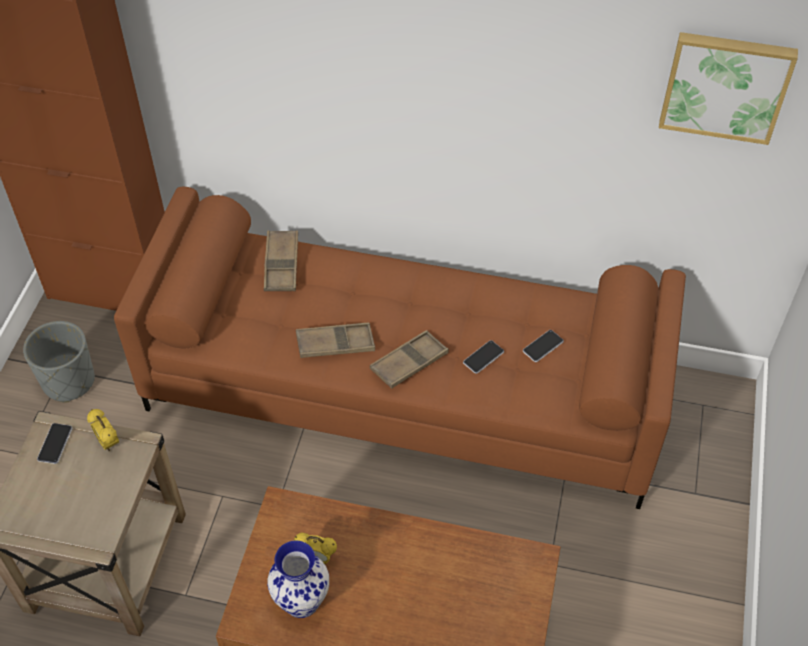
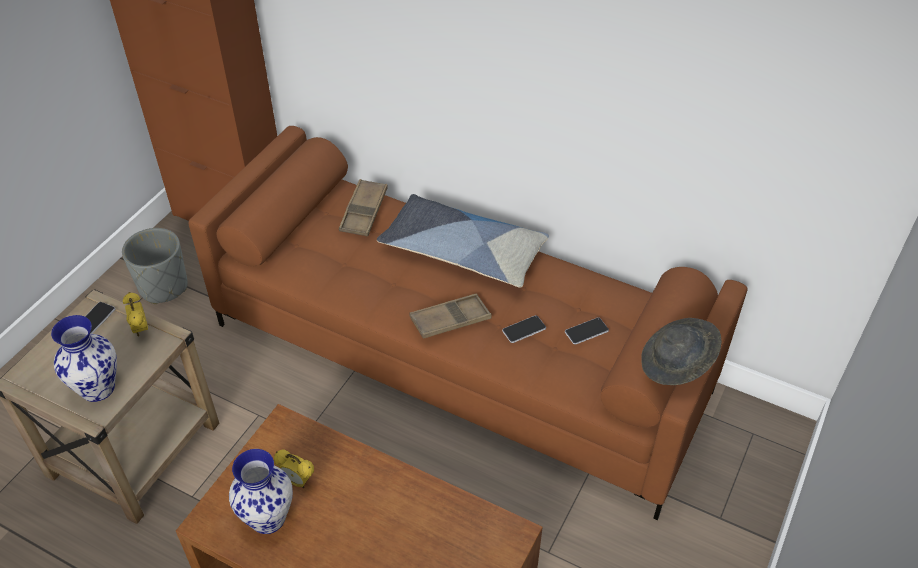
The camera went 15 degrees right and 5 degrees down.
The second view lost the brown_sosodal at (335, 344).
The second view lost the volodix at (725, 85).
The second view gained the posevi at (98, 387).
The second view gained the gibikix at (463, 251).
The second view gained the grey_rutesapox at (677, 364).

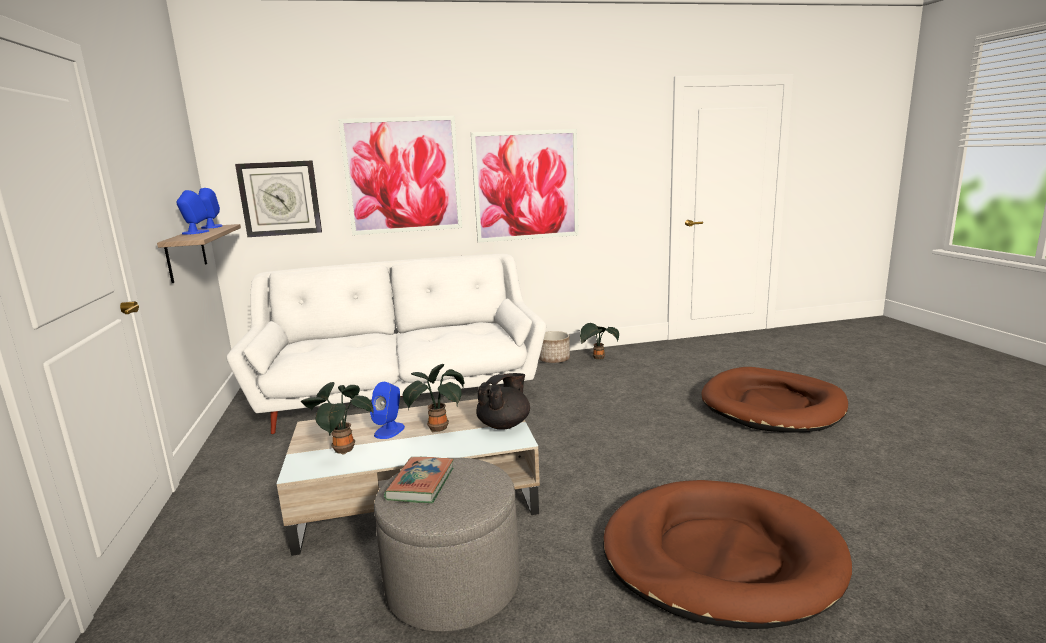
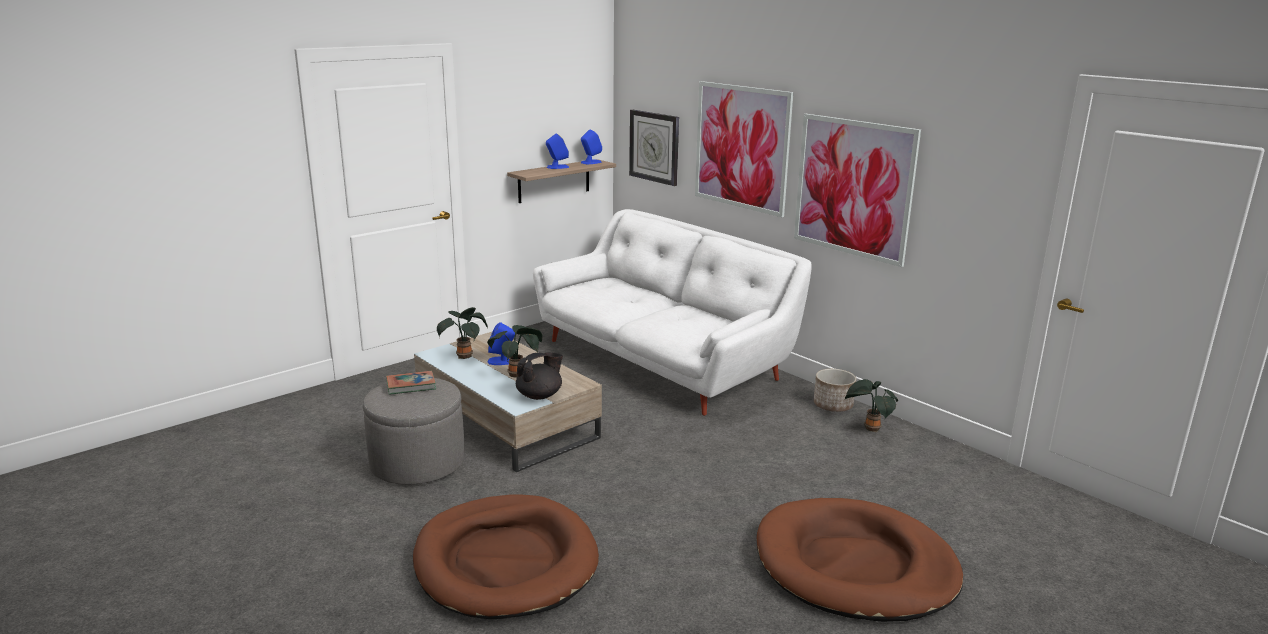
The camera went 60 degrees right and 5 degrees up.
The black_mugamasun at (504, 424) ended up facing another way, 45 degrees counterclockwise from before.

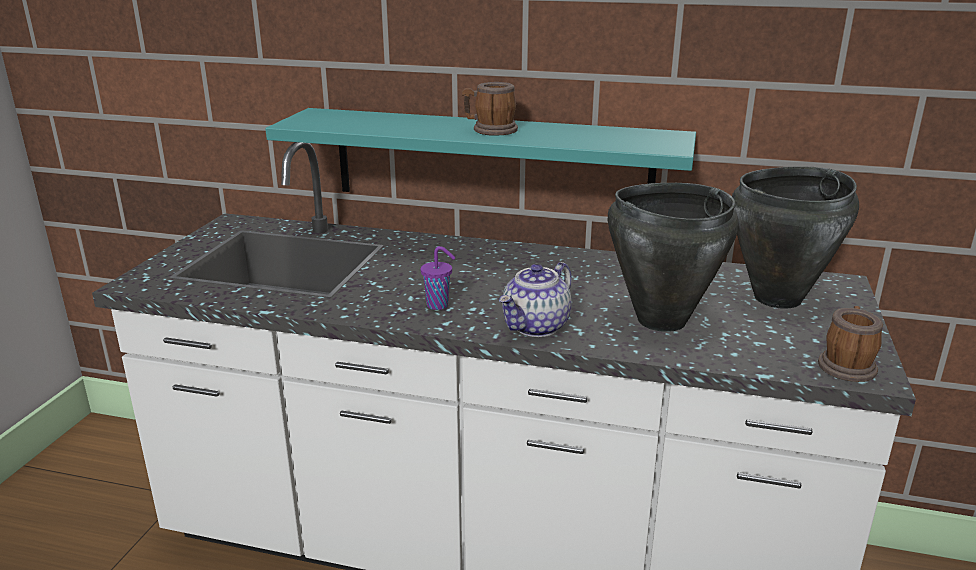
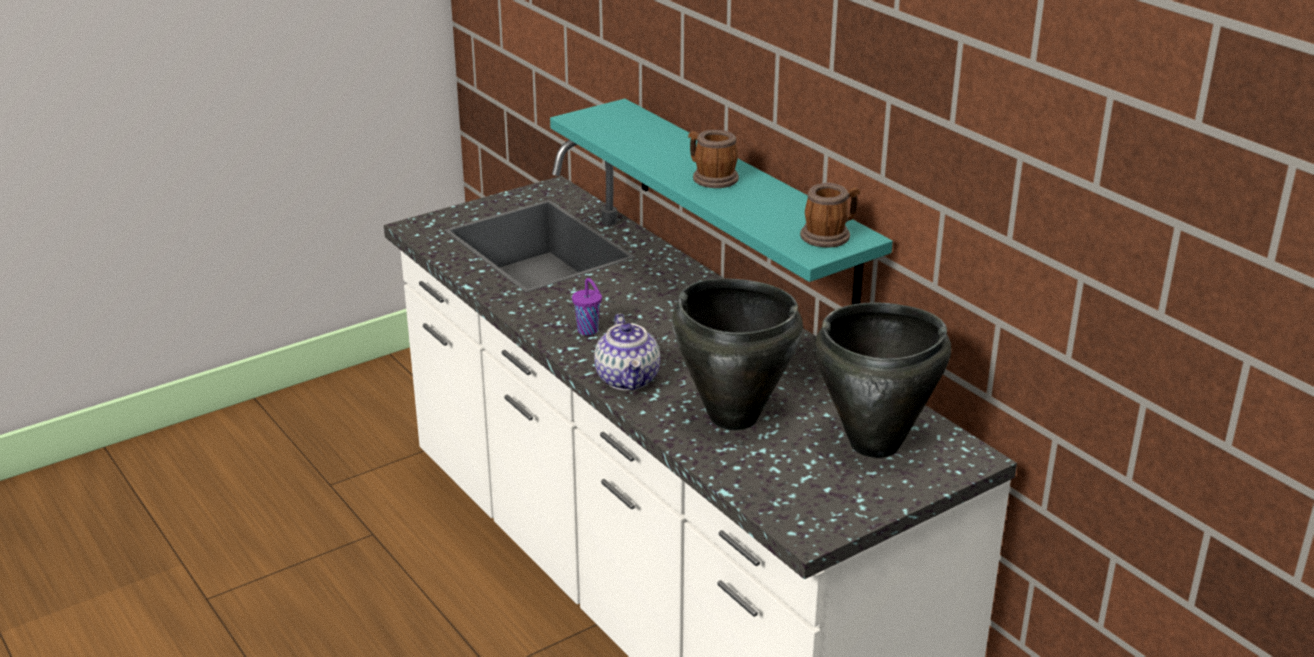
The camera went 40 degrees right and 5 degrees up.
The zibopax ended up elsewhere, having gone from (846, 364) to (830, 235).
The mugamasun at (536, 327) ended up facing another way, 90 degrees counterclockwise from before.

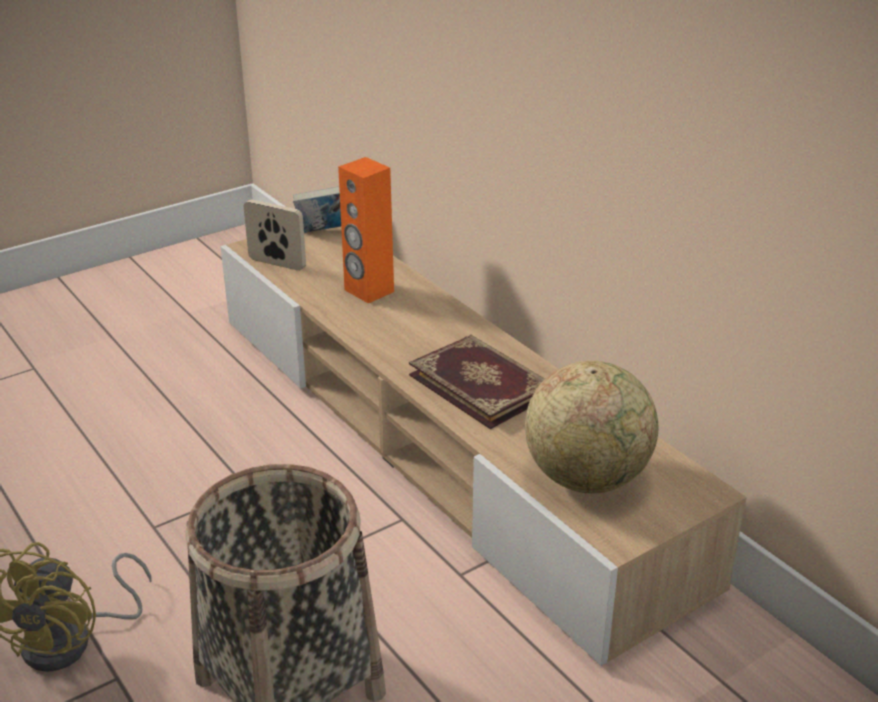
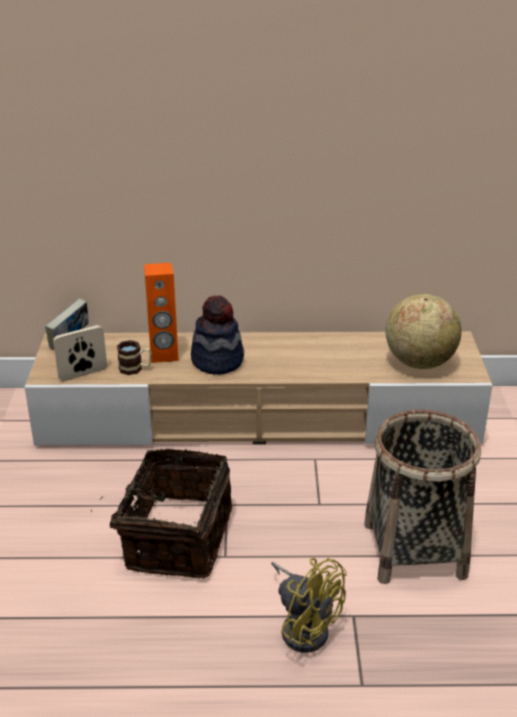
The camera went 55 degrees left and 0 degrees up.
The second view lost the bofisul at (482, 384).
The second view gained the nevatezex at (175, 537).
The second view gained the zibopax at (135, 368).
The second view gained the rutesapox at (217, 360).

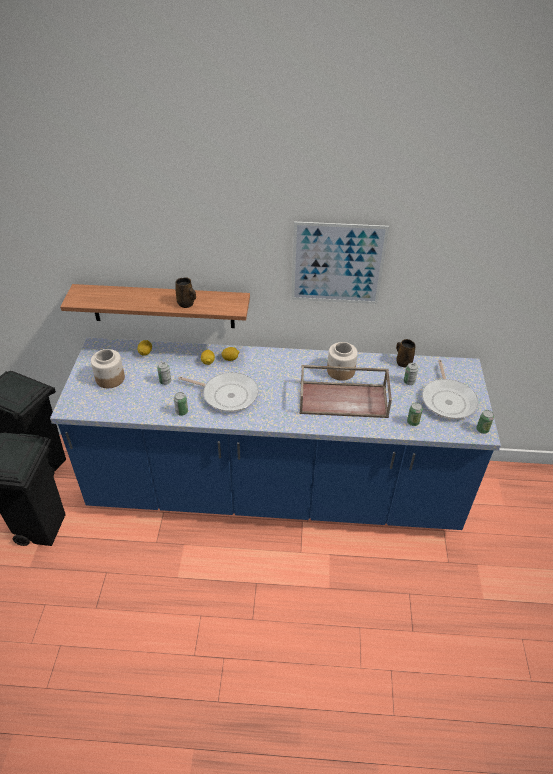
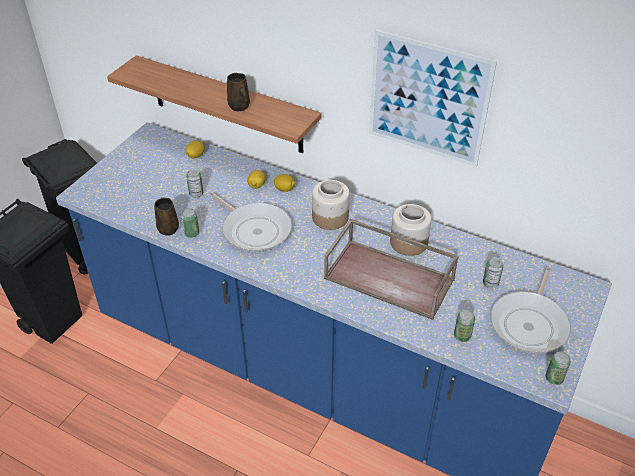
The camera went 25 degrees right and 0 degrees up.
The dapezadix ended up elsewhere, having gone from (110, 379) to (329, 217).
The brown_zibopax ended up elsewhere, having gone from (403, 362) to (168, 228).

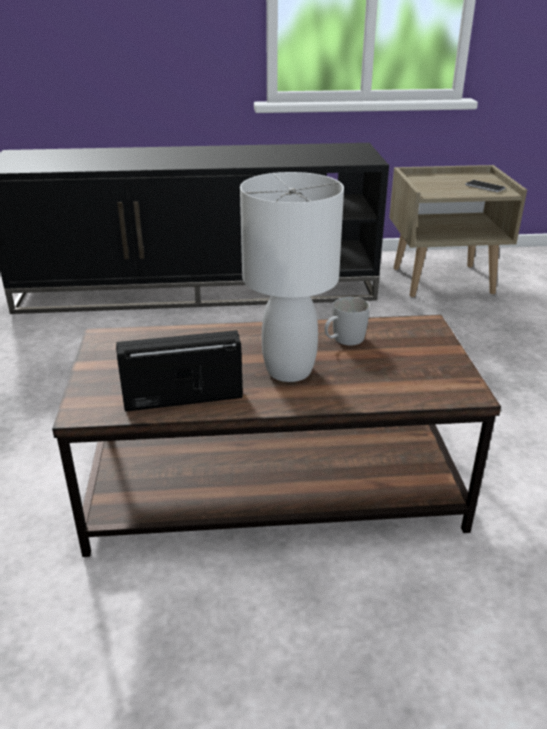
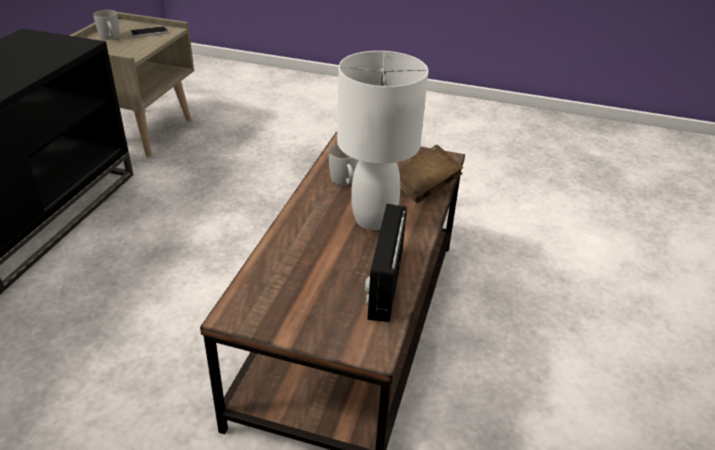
The camera went 70 degrees left and 5 degrees up.
The second view gained the white_zibopax at (110, 38).
The second view gained the brown_bofisul at (425, 187).

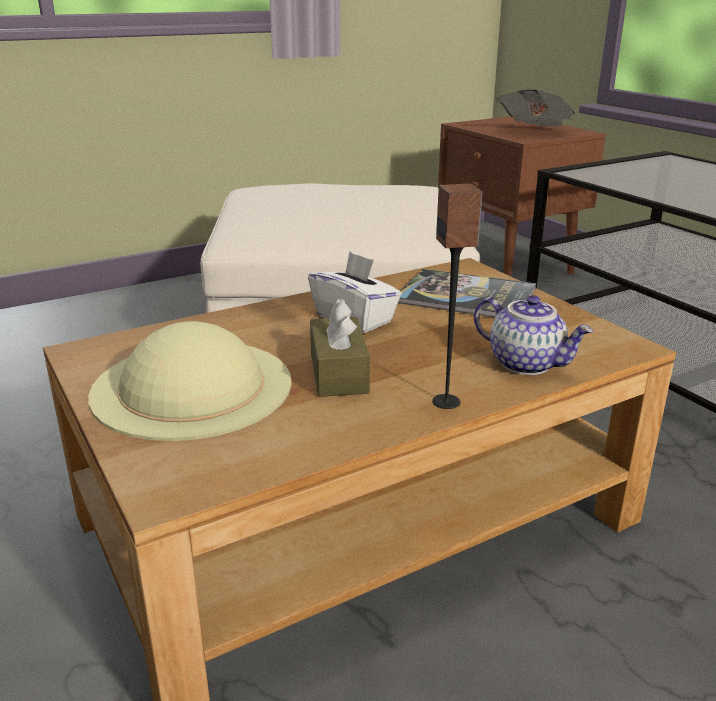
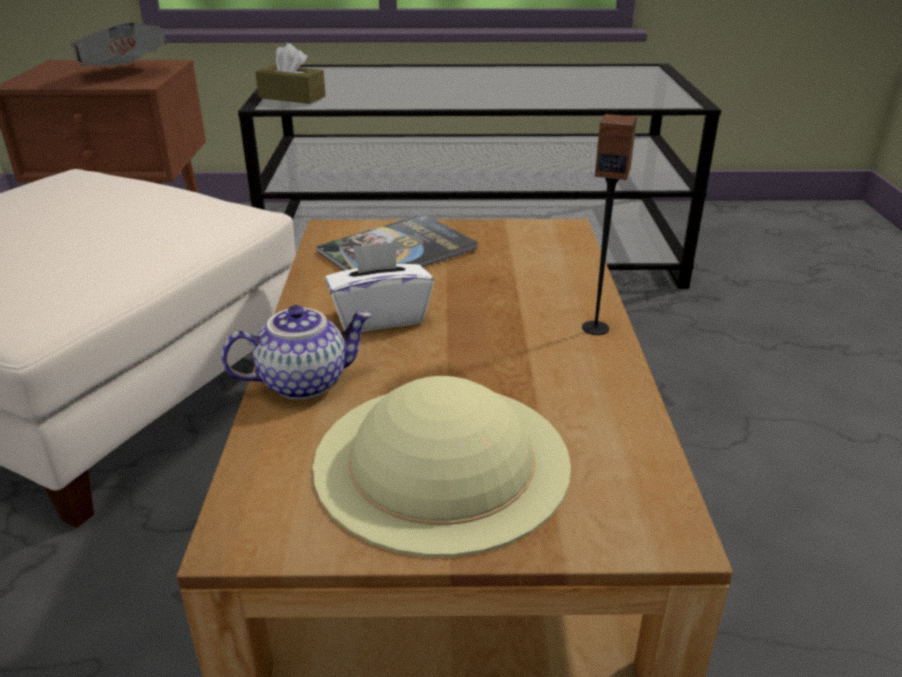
The camera went 60 degrees left and 5 degrees up.
The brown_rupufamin ended up elsewhere, having gone from (338, 373) to (292, 97).
The mugamasun ended up elsewhere, having gone from (527, 363) to (304, 381).

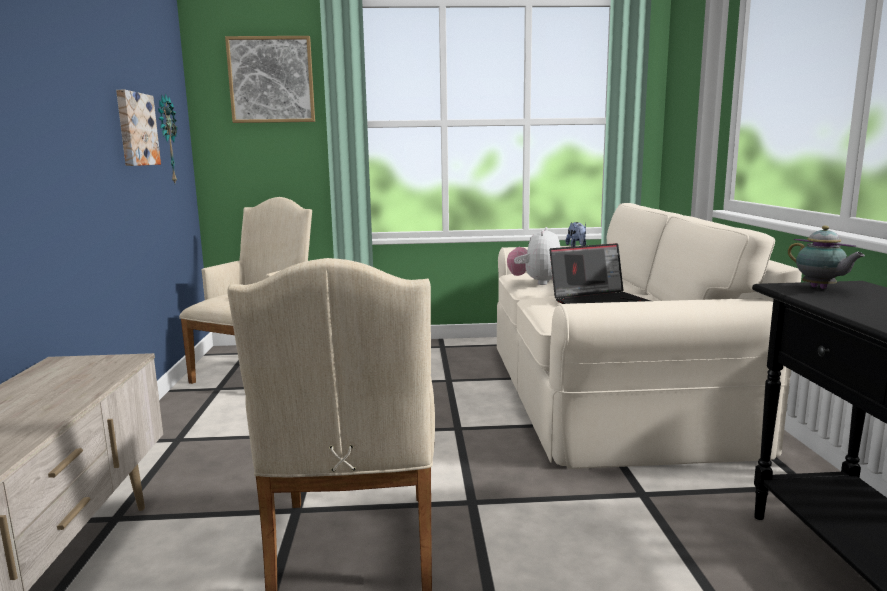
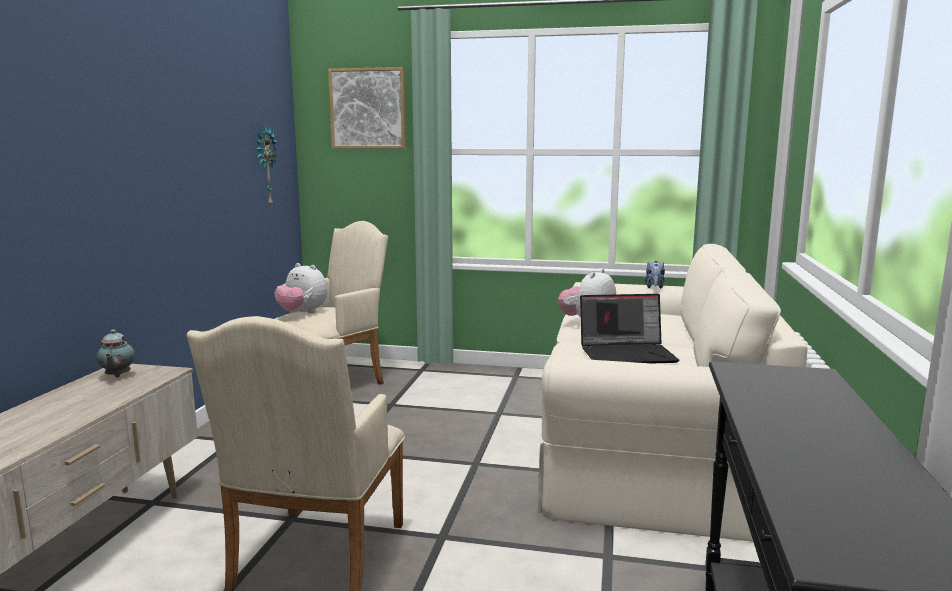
The camera went 15 degrees right and 0 degrees up.
The second view lost the volodix at (135, 129).
The second view gained the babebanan at (302, 313).
The mugamasun ended up elsewhere, having gone from (820, 288) to (117, 376).

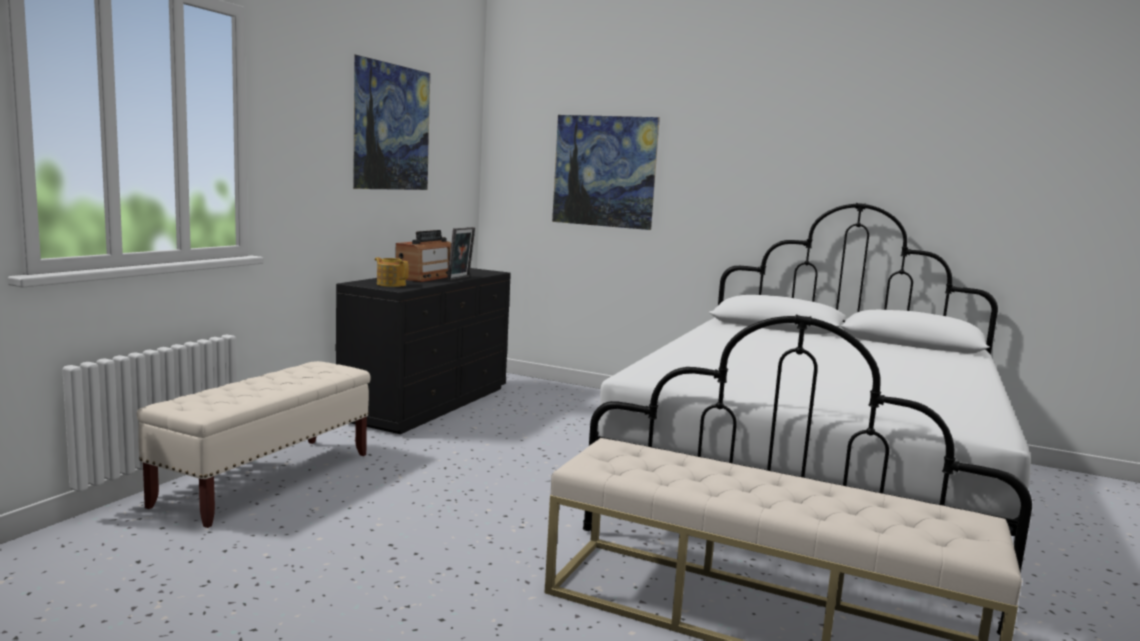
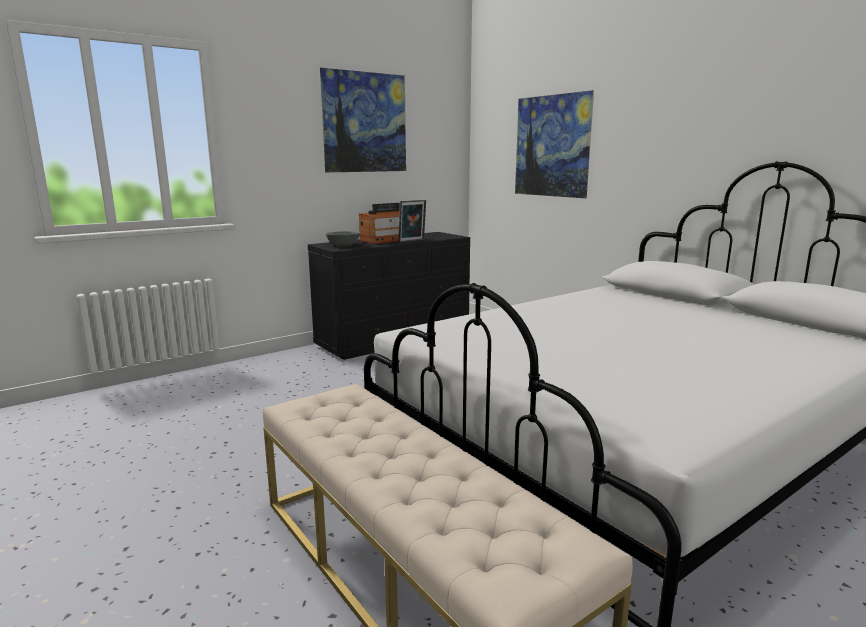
The camera went 30 degrees right and 5 degrees up.
The second view lost the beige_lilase at (267, 479).
Where the mugamasun stood at (391, 284), the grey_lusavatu came to stand at (344, 245).

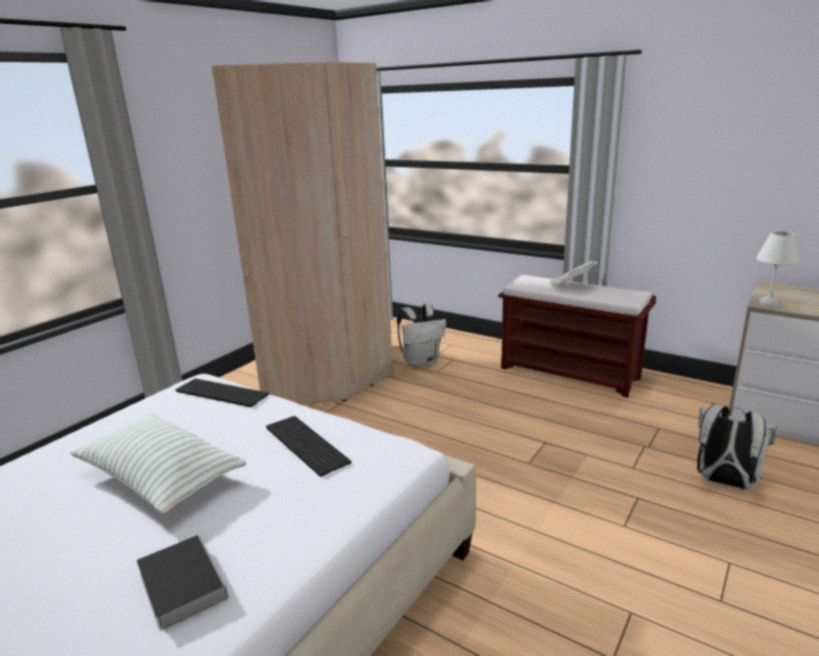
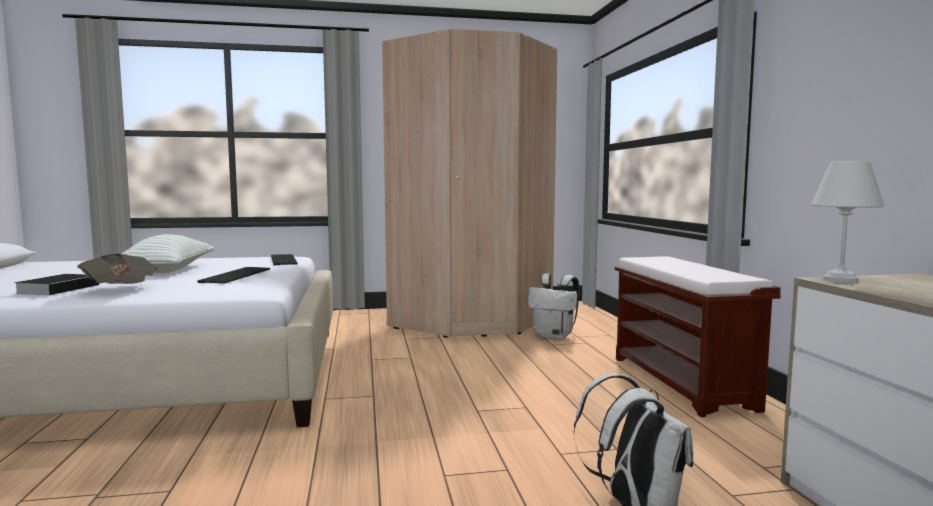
The camera went 45 degrees right and 15 degrees down.
The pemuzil ended up elsewhere, having gone from (570, 285) to (121, 289).

